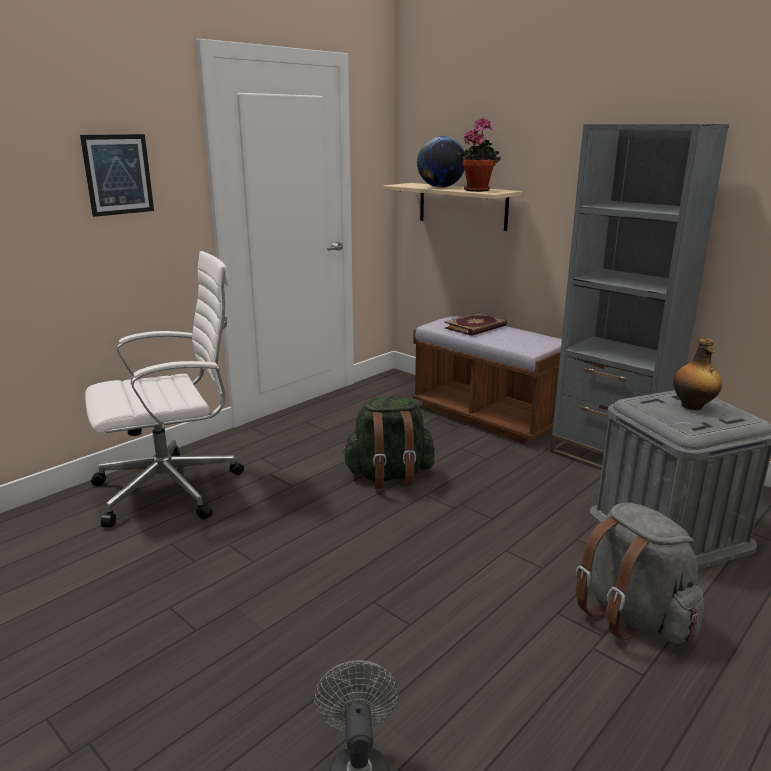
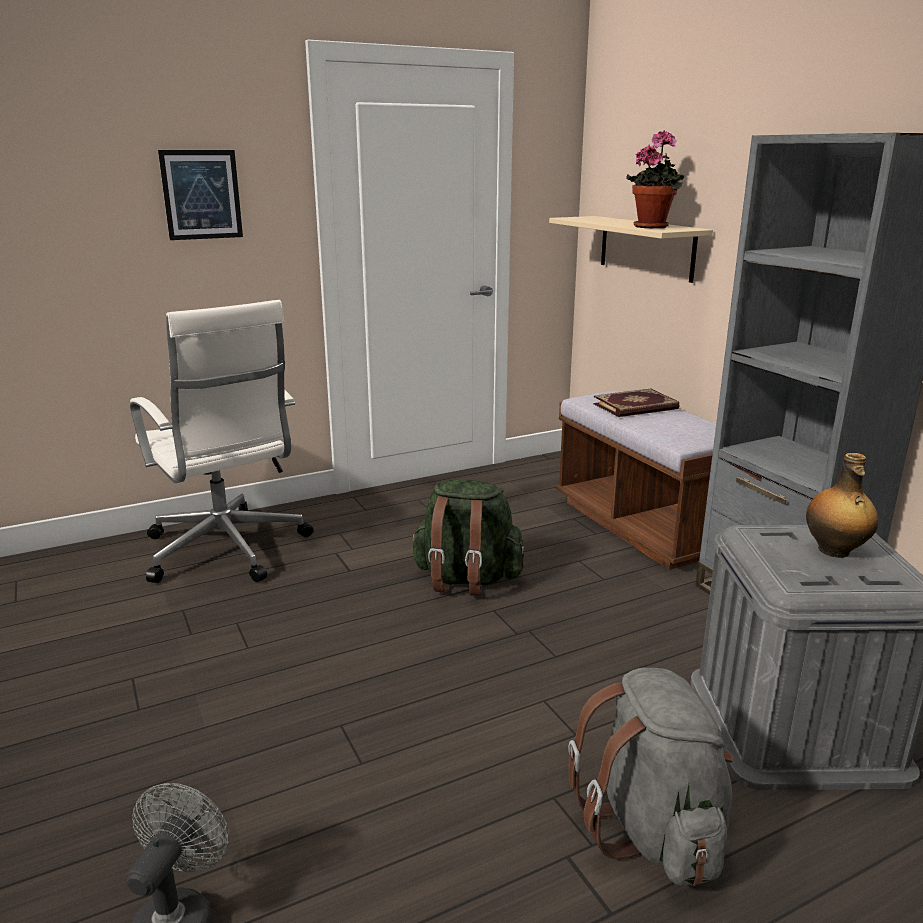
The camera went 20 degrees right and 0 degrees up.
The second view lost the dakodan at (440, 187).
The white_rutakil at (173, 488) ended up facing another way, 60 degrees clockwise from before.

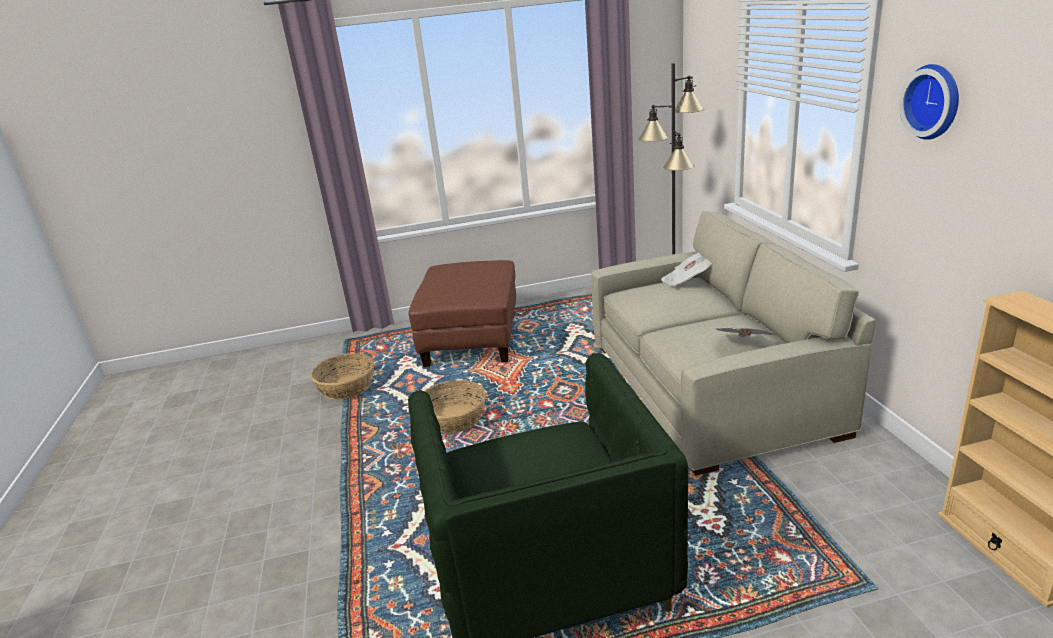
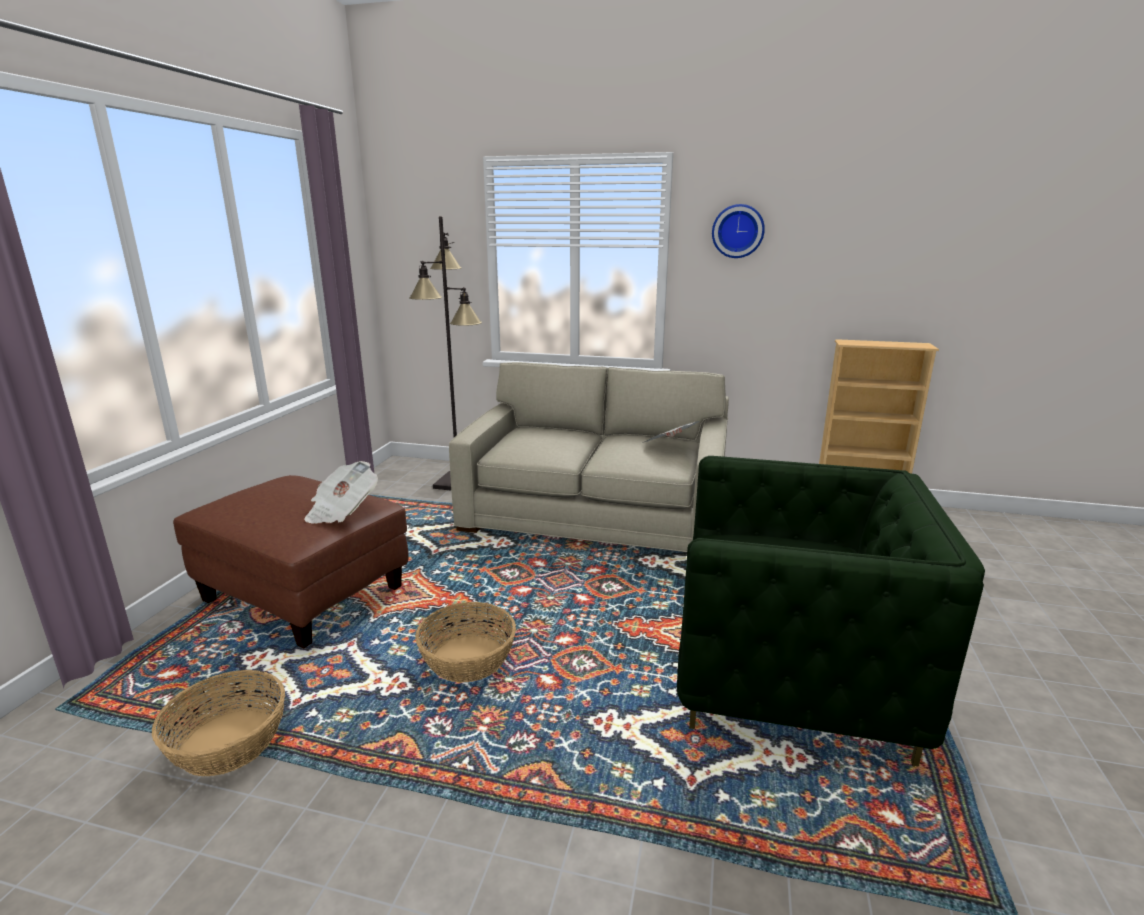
The camera went 65 degrees left and 5 degrees down.
The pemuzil ended up elsewhere, having gone from (687, 281) to (342, 511).

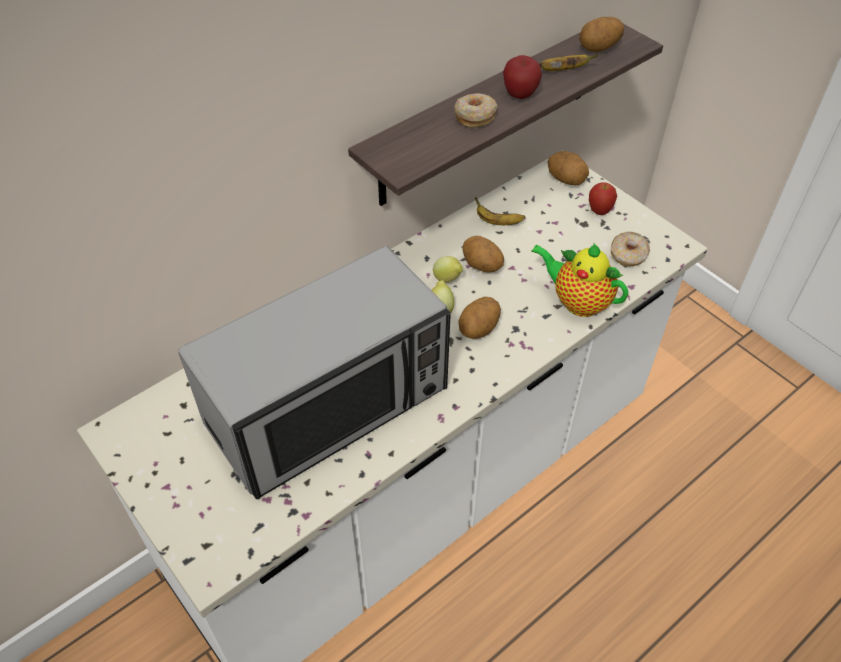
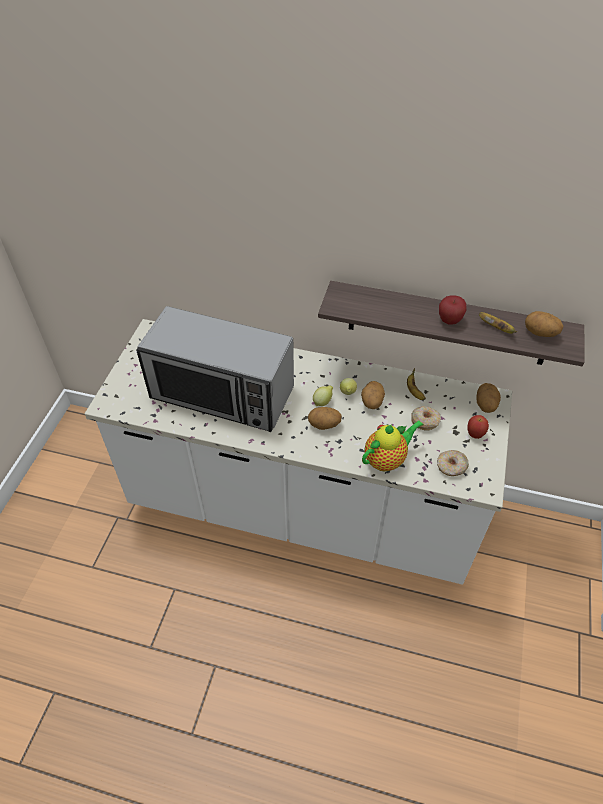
The camera went 55 degrees right and 0 degrees up.
The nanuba ended up elsewhere, having gone from (474, 116) to (425, 421).
The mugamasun at (577, 301) ended up facing another way, 60 degrees clockwise from before.

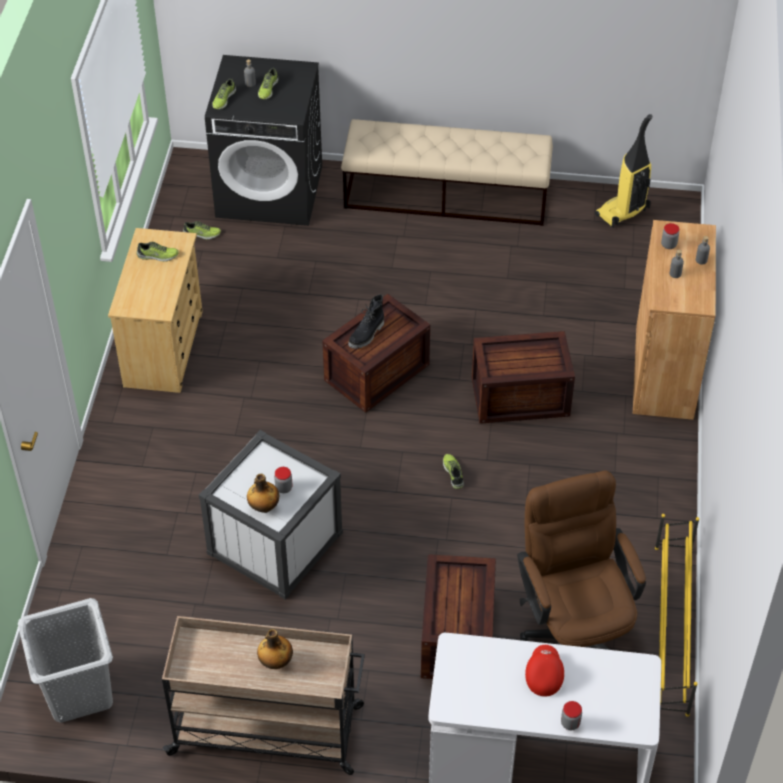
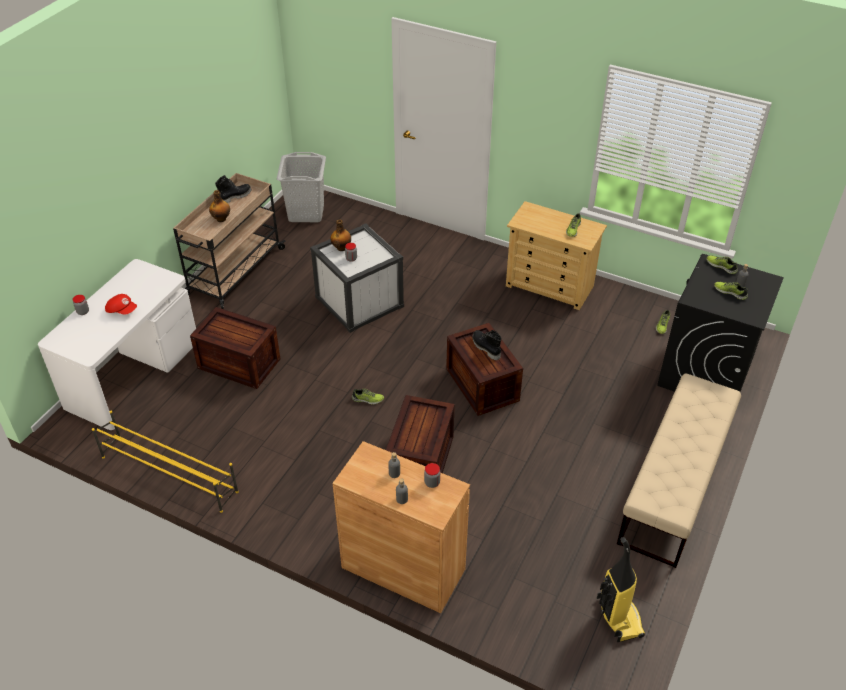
The camera went 110 degrees right and 5 degrees down.
The second view lost the brown_rutakil at (574, 630).
The second view gained the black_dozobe at (235, 197).

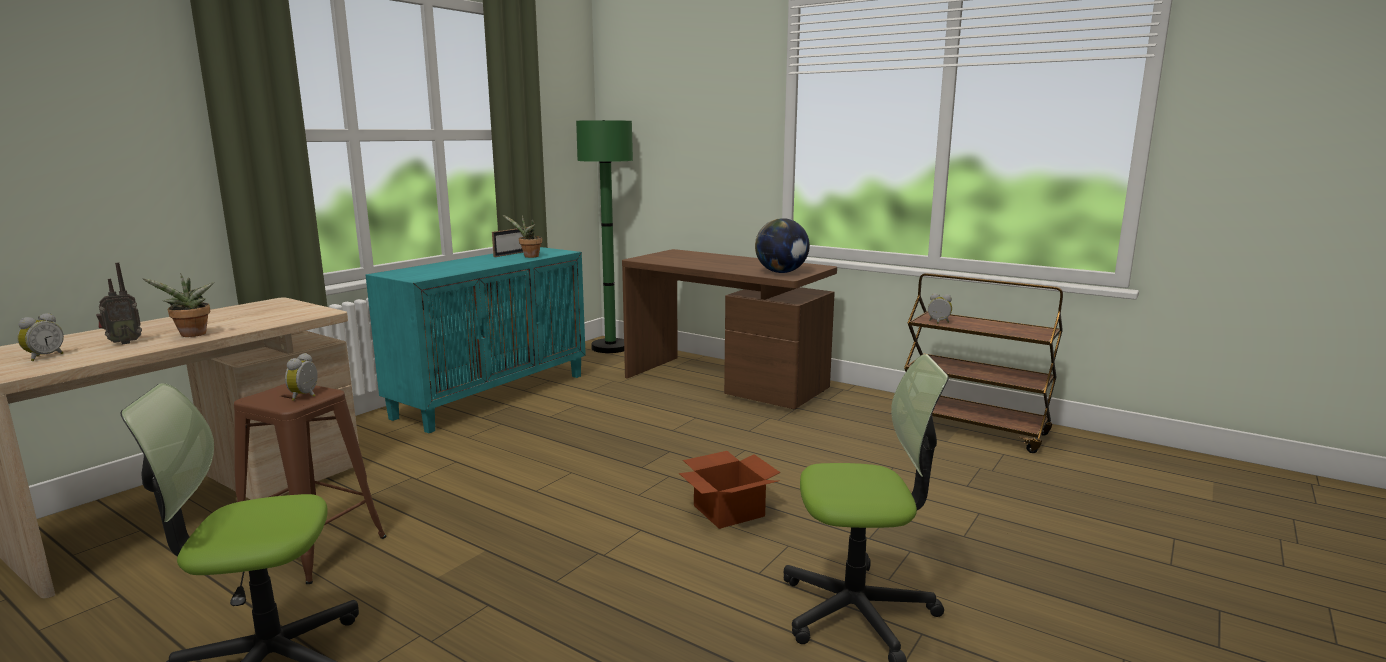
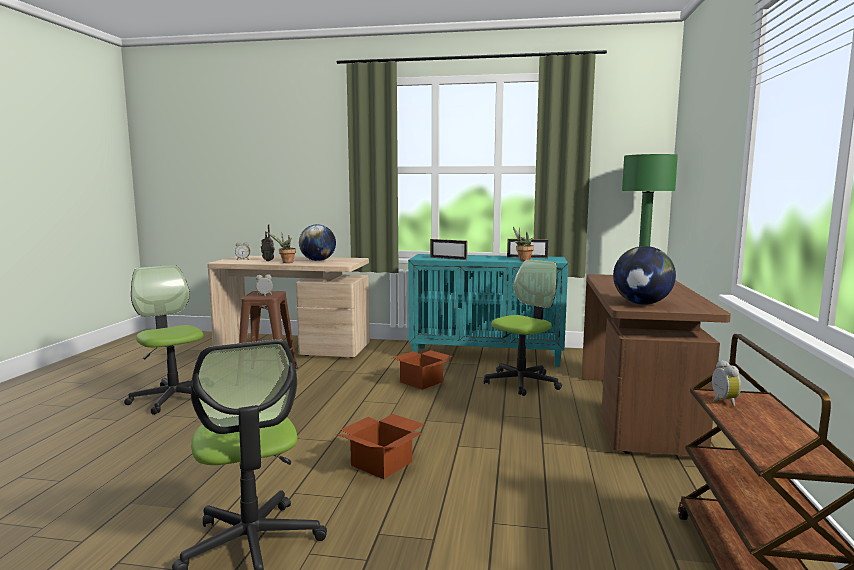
The camera went 65 degrees right and 5 degrees down.
The second view gained the dakodan at (318, 260).
The second view gained the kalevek at (422, 382).
The second view gained the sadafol at (448, 258).
The second view gained the rutakil at (521, 382).

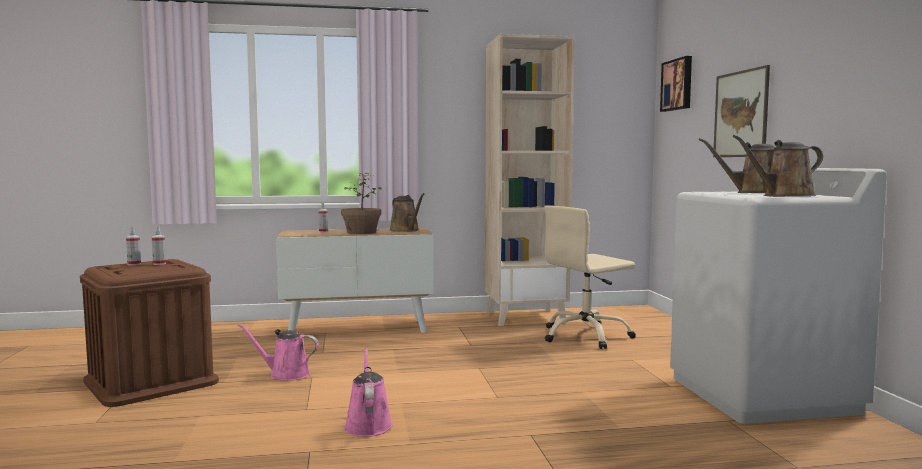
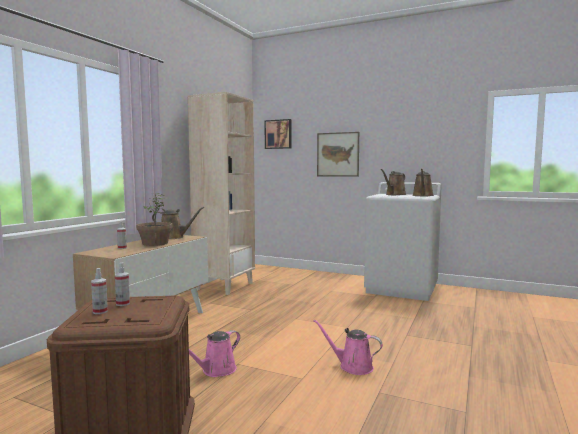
The camera went 55 degrees left and 0 degrees up.
The second view lost the beige_rutakil at (586, 336).

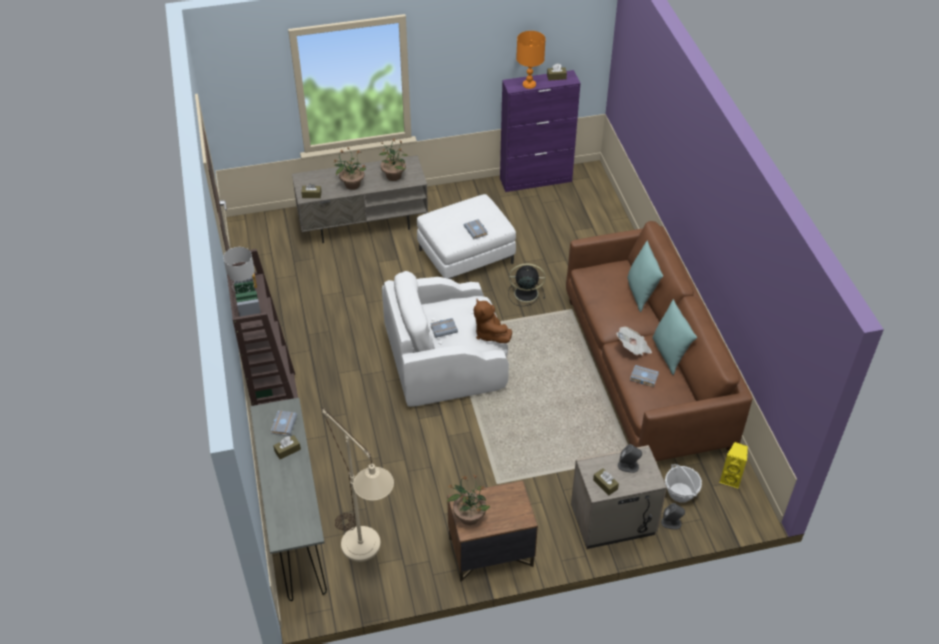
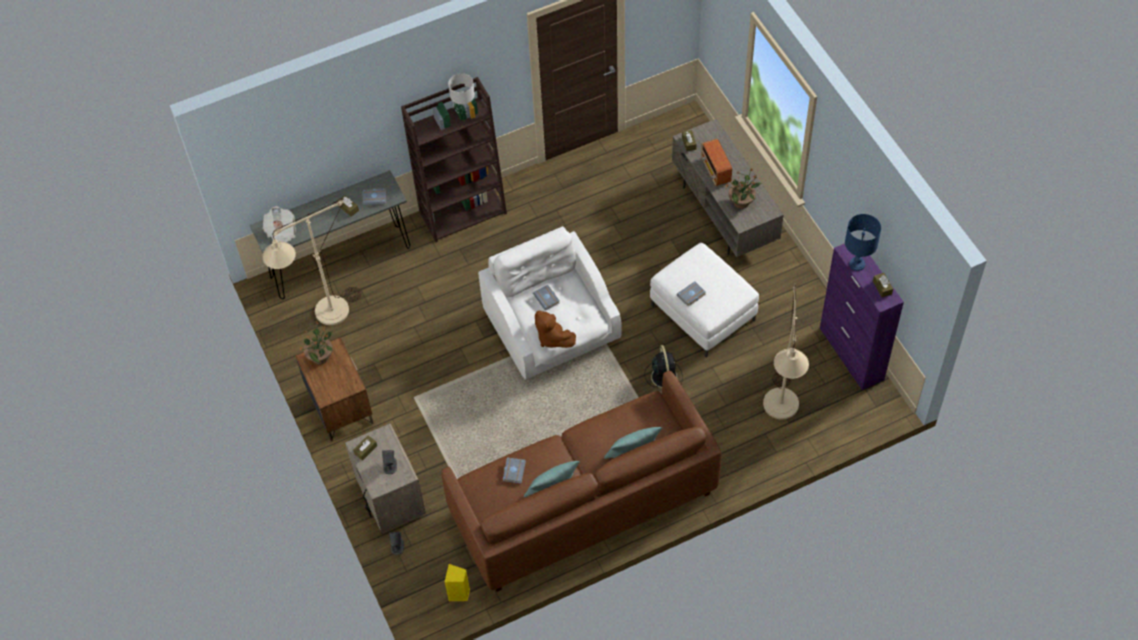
The camera went 80 degrees right and 10 degrees up.
The second view lost the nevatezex at (680, 492).
The second view gained the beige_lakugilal at (780, 413).
The pemuzil ended up elsewhere, having gone from (633, 348) to (281, 232).
Where the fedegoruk stood at (352, 184), the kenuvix came to stand at (715, 171).
What was the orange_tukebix at (529, 85) turned into the blue_tukebix at (856, 264).
The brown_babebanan at (490, 334) ended up facing another way, 90 degrees counterclockwise from before.

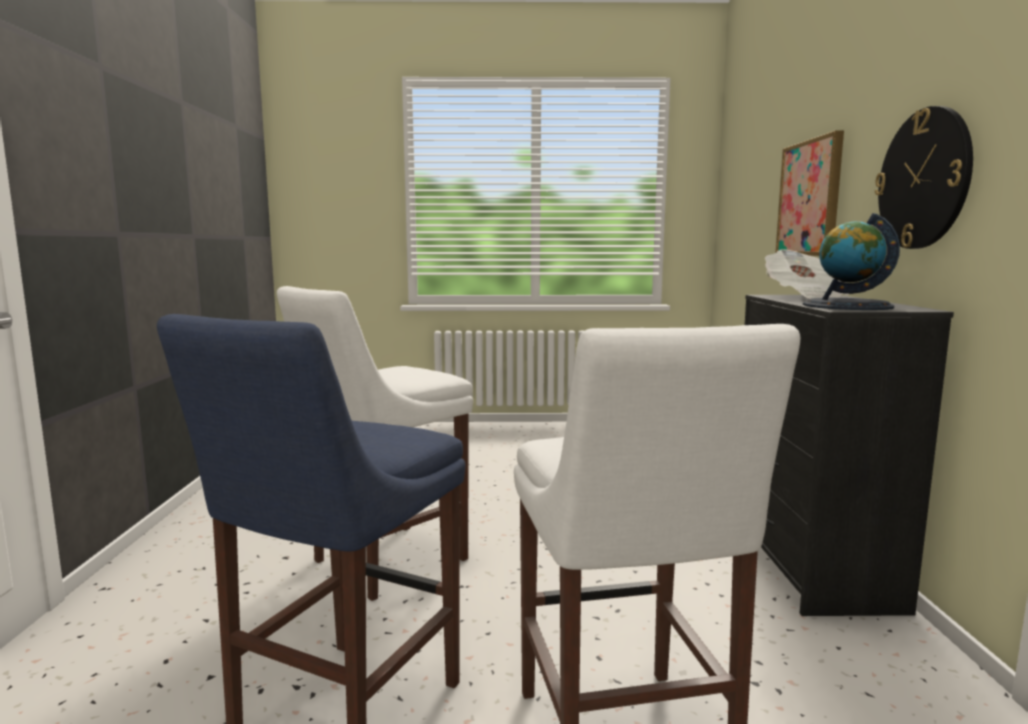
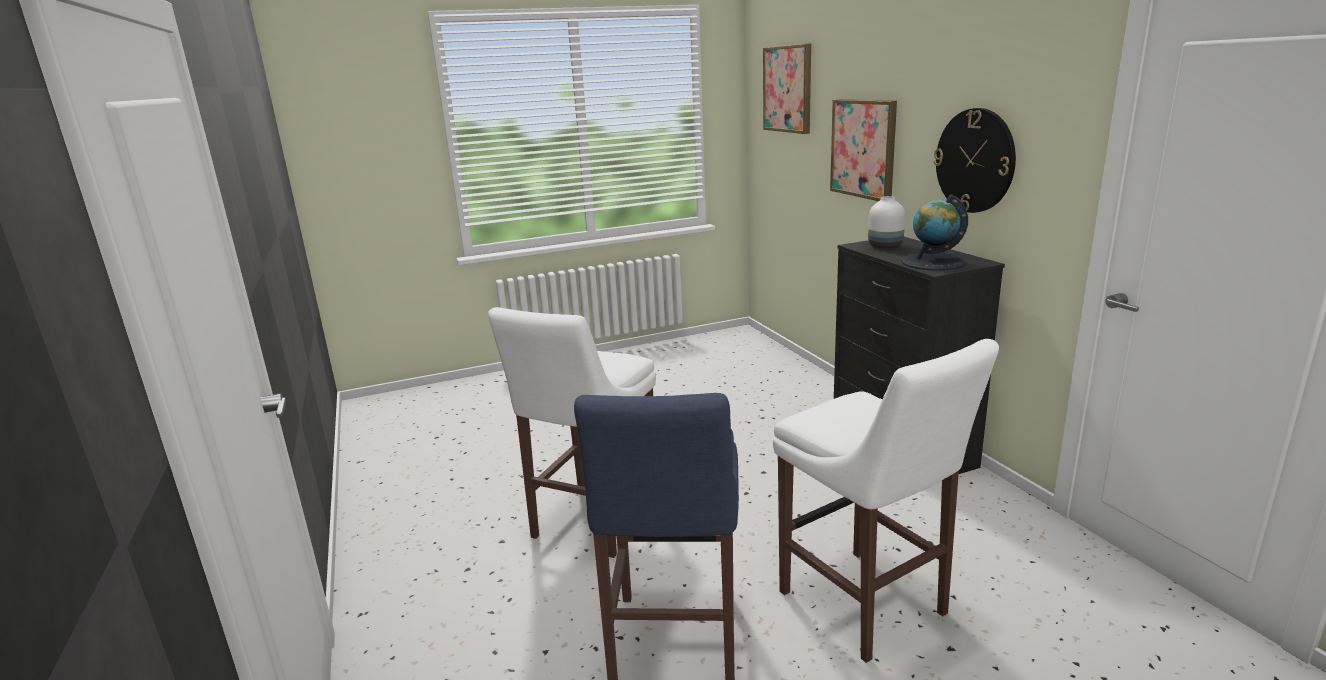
The camera went 20 degrees left and 10 degrees up.
The second view gained the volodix at (788, 89).
Where the pemuzil stood at (804, 297), the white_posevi came to stand at (886, 246).

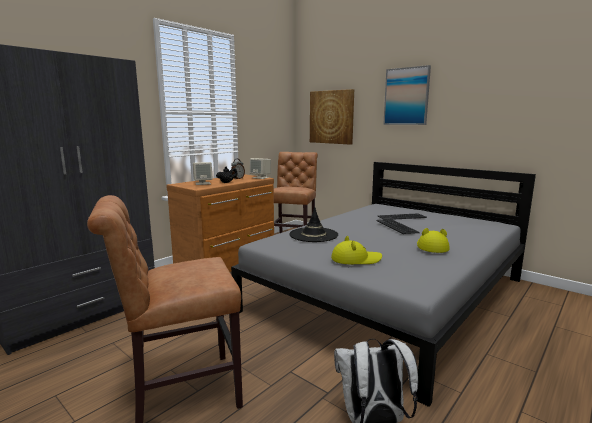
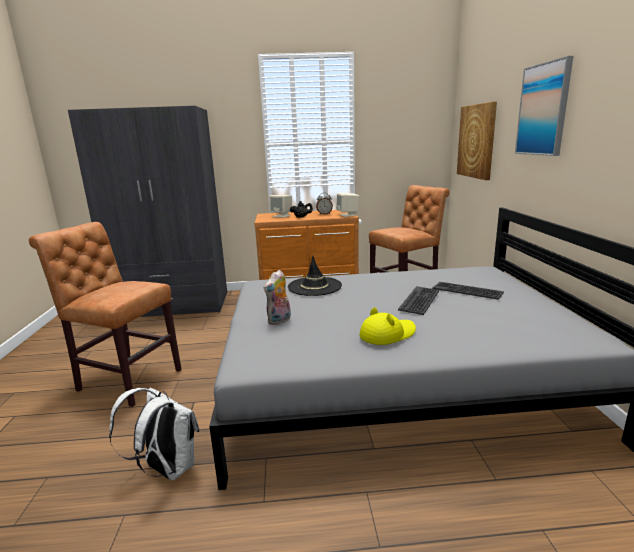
The camera went 45 degrees right and 5 degrees up.
Where the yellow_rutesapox stood at (356, 259), the babebanan came to stand at (279, 321).

